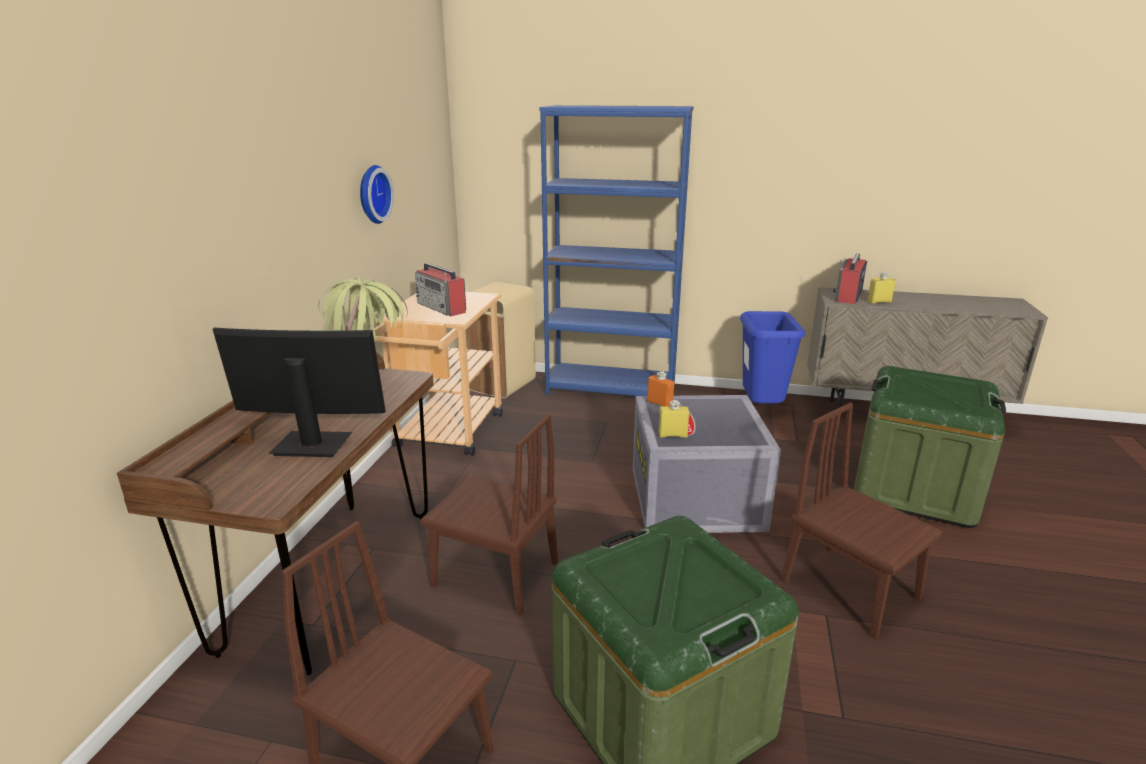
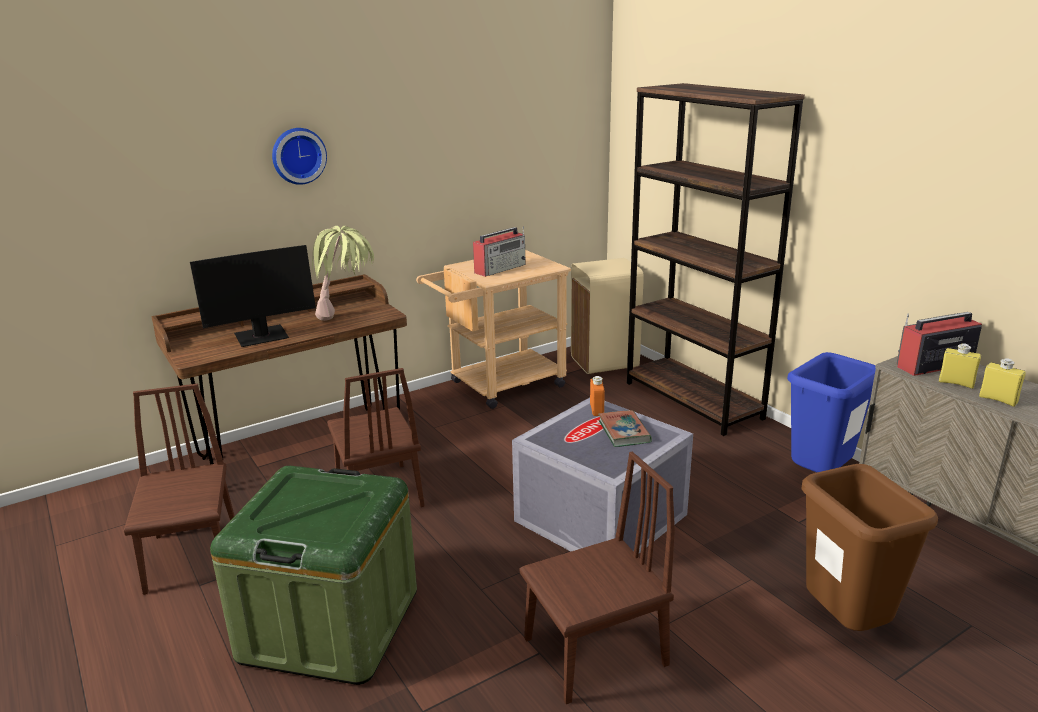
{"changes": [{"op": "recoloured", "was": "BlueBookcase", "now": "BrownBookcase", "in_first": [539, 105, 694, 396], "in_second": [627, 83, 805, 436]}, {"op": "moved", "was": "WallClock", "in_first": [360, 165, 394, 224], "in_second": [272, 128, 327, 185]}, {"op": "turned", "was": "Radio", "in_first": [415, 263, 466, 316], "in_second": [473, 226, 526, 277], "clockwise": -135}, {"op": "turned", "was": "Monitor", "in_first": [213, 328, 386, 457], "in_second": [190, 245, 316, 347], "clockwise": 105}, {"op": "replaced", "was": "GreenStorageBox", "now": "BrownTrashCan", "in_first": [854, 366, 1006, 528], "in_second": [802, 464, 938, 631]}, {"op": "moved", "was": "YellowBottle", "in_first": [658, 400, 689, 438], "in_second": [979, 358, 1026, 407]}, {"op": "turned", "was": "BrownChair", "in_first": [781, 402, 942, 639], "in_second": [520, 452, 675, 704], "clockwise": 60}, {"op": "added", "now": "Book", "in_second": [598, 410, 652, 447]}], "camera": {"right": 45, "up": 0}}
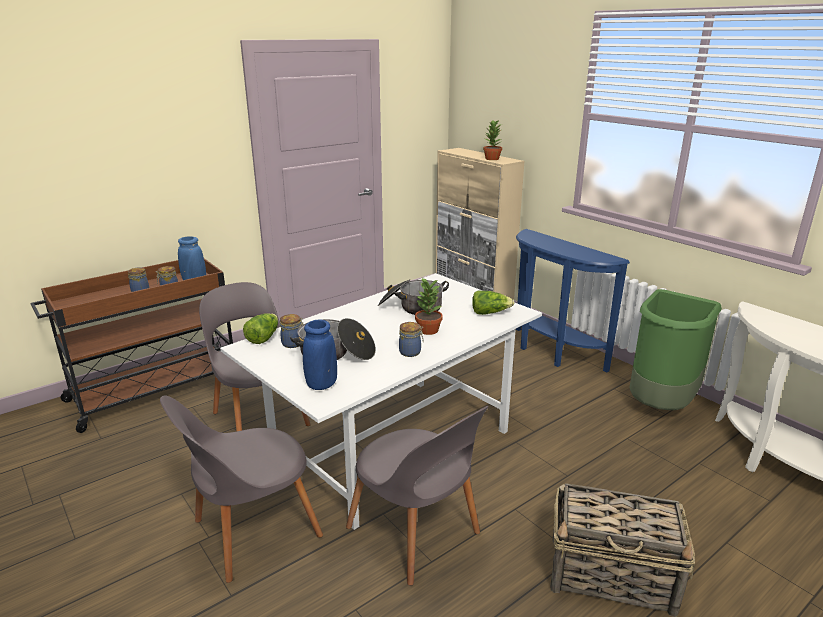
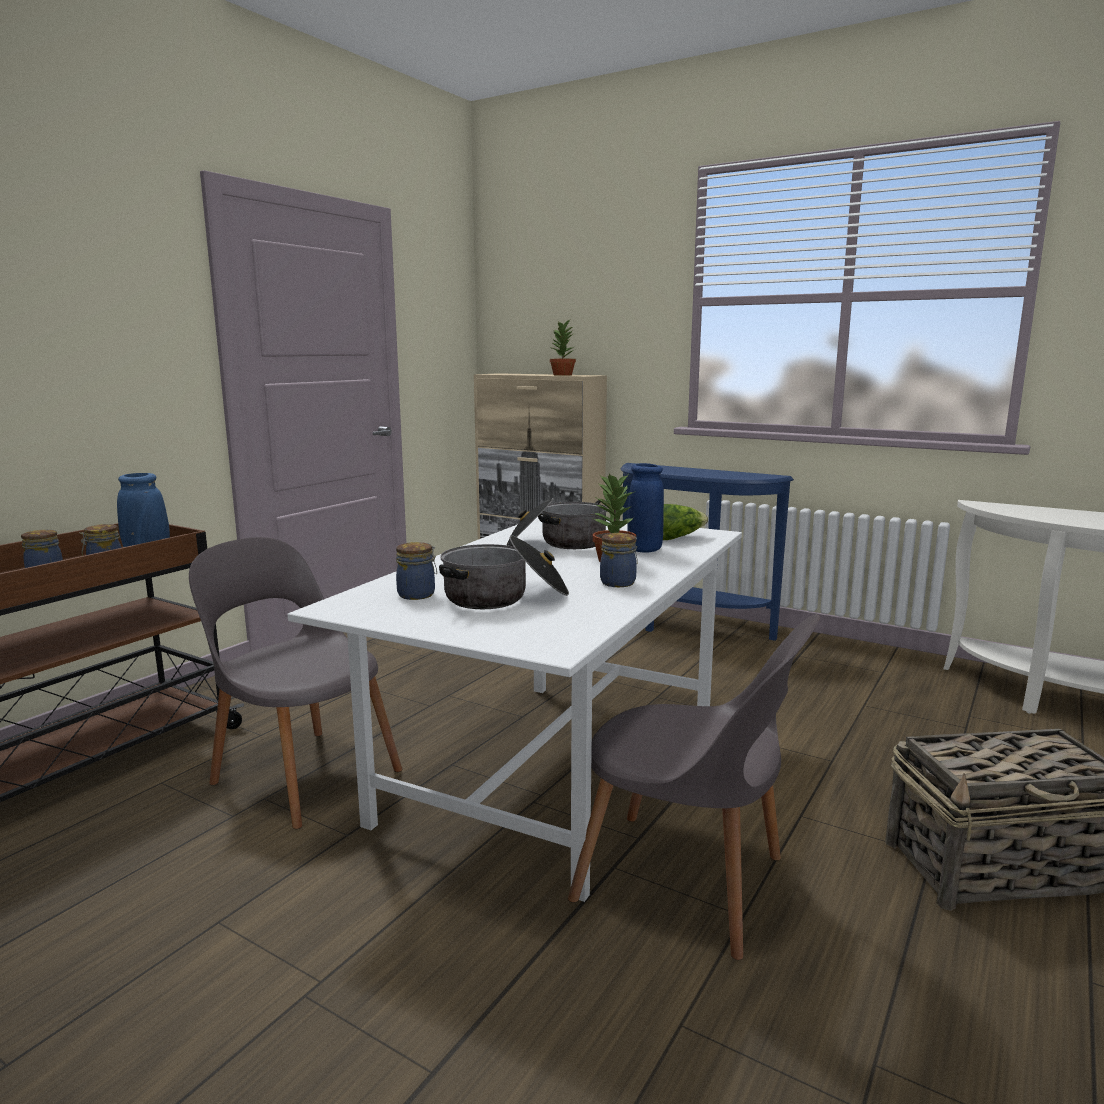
{"changes": [{"op": "removed", "was": "GreenTrashCan", "in_first": [629, 289, 722, 410]}, {"op": "removed", "was": "Lettuce", "in_first": [243, 313, 278, 344]}, {"op": "moved", "was": "BlueVase", "in_first": [303, 319, 337, 390], "in_second": [627, 463, 664, 553]}, {"op": "removed", "was": "GreyChair", "in_first": [160, 395, 323, 583]}], "camera": {"right": -20, "up": -10}}
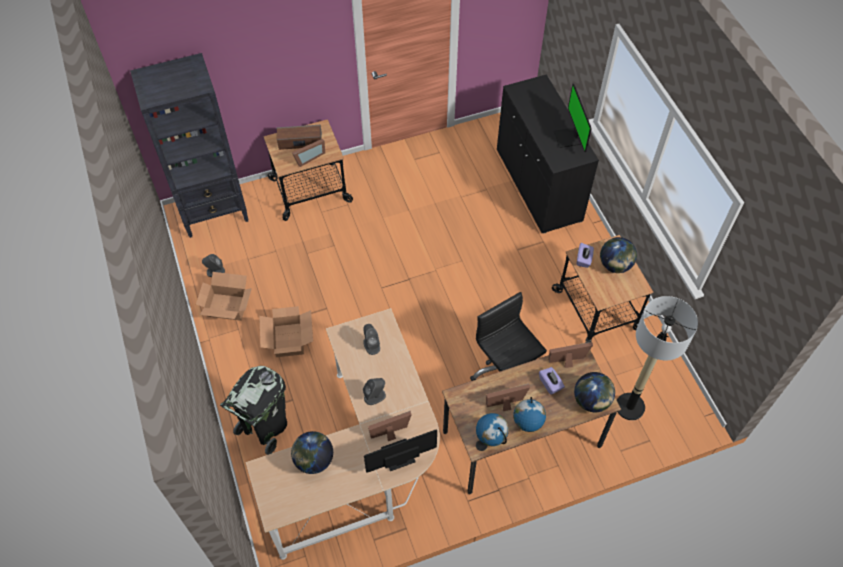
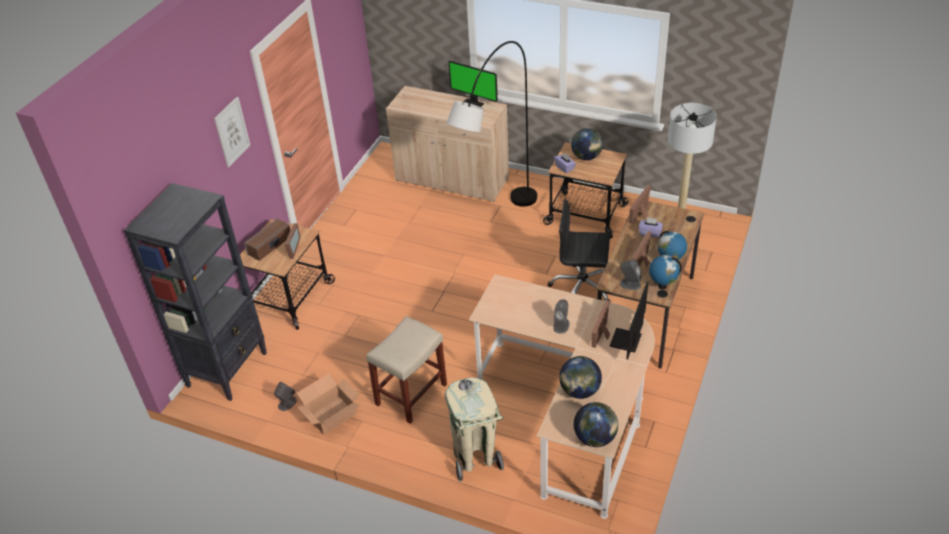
{"changes": [{"op": "recoloured", "was": "BlackCabinet", "now": "BeigeCabinet", "in_first": [497, 74, 599, 234], "in_second": [386, 86, 509, 202]}, {"op": "replaced", "was": "CardboardBox", "now": "BeigeStool", "in_first": [259, 306, 313, 357], "in_second": [366, 316, 447, 424]}, {"op": "moved", "was": "GreySpeaker", "in_first": [363, 324, 380, 355], "in_second": [620, 260, 642, 290]}, {"op": "recoloured", "was": "BlackTrashCan", "now": "BeigeTrashCan", "in_first": [220, 366, 287, 455], "in_second": [445, 377, 504, 482]}, {"op": "moved", "was": "Globe", "in_first": [574, 372, 615, 412], "in_second": [574, 402, 618, 447]}, {"op": "added", "now": "GreyFloorLamp", "in_second": [446, 41, 537, 207]}, {"op": "added", "now": "Picture", "in_second": [214, 97, 250, 167]}], "camera": {"right": -45, "up": -15}}
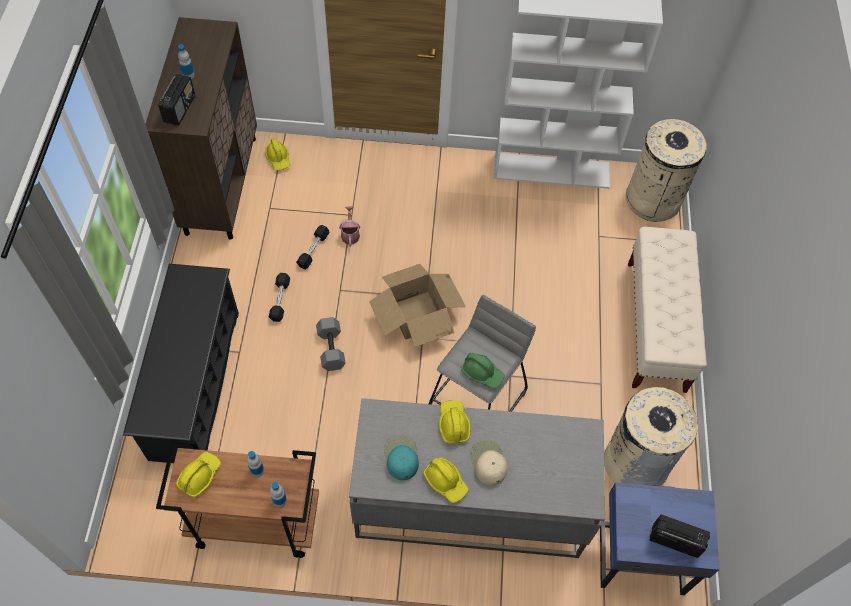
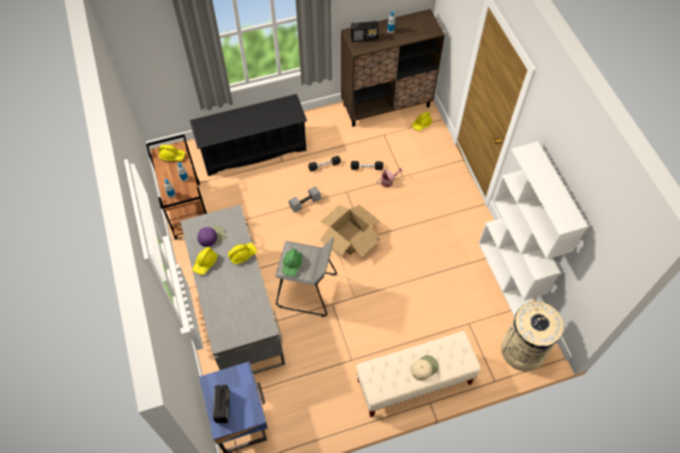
{"changes": [{"op": "removed", "was": "BeigeTrashCan", "in_first": [604, 387, 698, 486]}, {"op": "recoloured", "was": "TurquoiseCap", "now": "PurpleCap", "in_first": [384, 436, 419, 480], "in_second": [197, 226, 226, 247]}, {"op": "moved", "was": "BeigeCap", "in_first": [470, 441, 508, 485], "in_second": [411, 355, 439, 381]}], "camera": {"right": 70, "up": 0}}
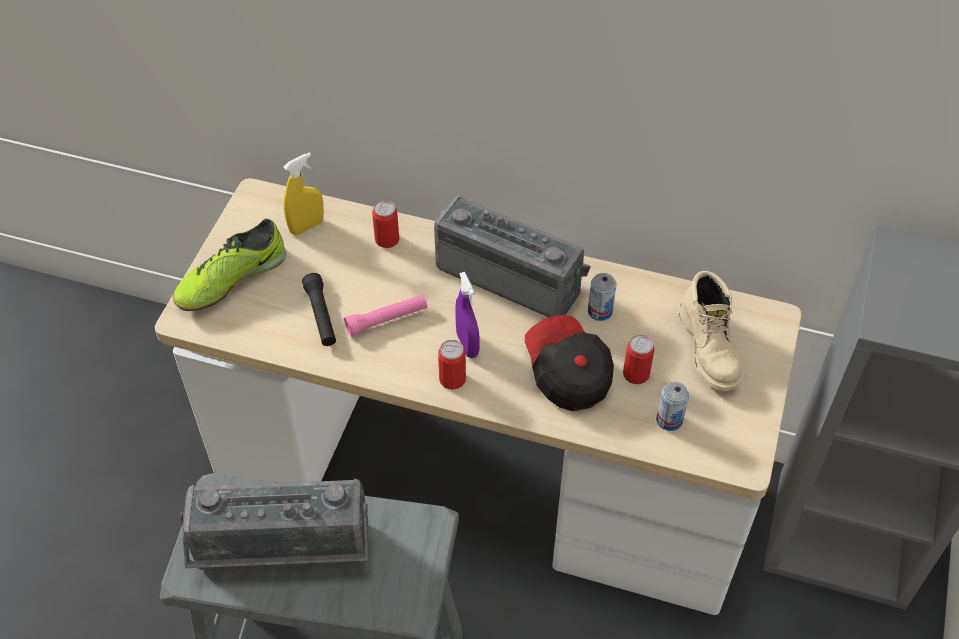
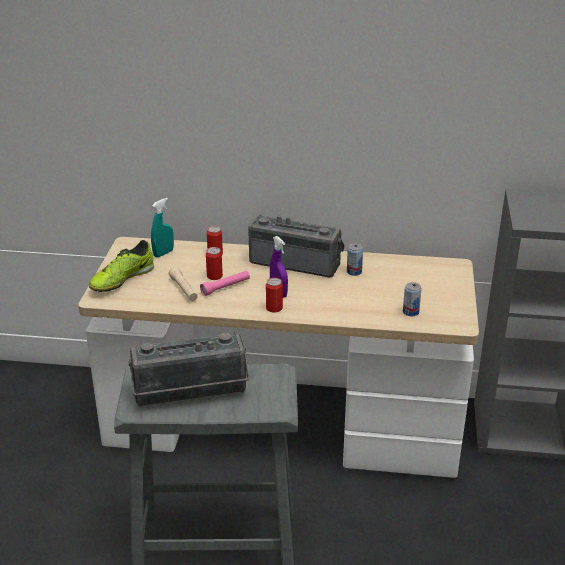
{"changes": [{"op": "recoloured", "was": "YellowSprayBottle", "now": "TurquoiseSprayBottle", "in_first": [283, 152, 324, 235], "in_second": [151, 198, 174, 257]}, {"op": "removed", "was": "BeigeBoot", "in_first": [679, 271, 742, 391]}, {"op": "recoloured", "was": "BlackFlashlight", "now": "BeigeFlashlight", "in_first": [302, 273, 336, 346], "in_second": [169, 267, 198, 301]}, {"op": "removed", "was": "Cap", "in_first": [525, 315, 614, 411]}, {"op": "moved", "was": "Can", "in_first": [623, 335, 655, 384], "in_second": [206, 247, 223, 280]}], "camera": {"right": -10, "up": -20}}
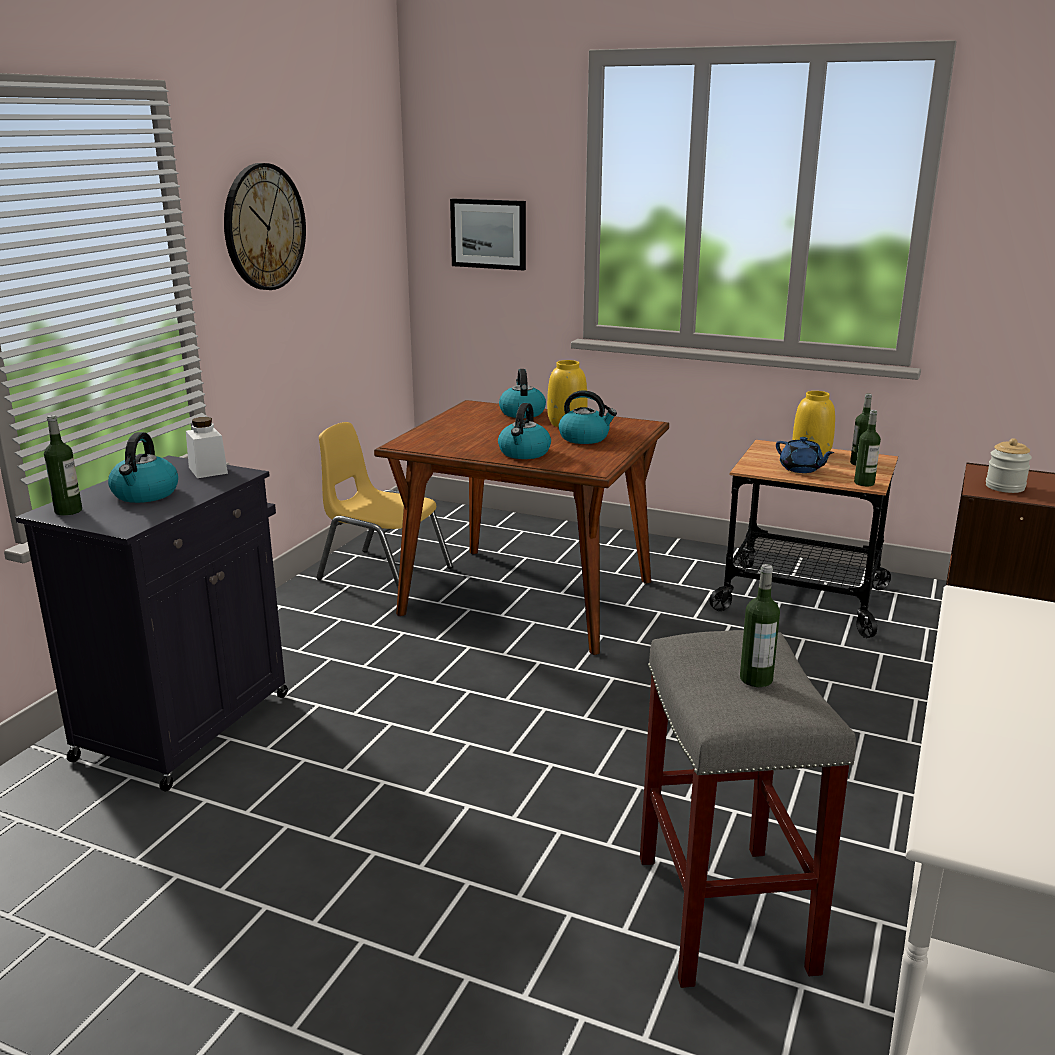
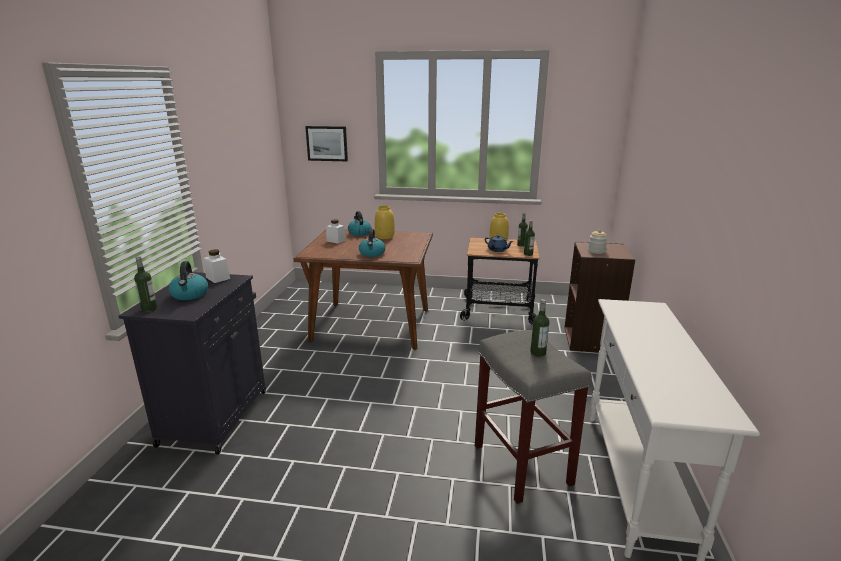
{"changes": [{"op": "removed", "was": "WallClock", "in_first": [224, 163, 306, 290]}, {"op": "removed", "was": "Kettle", "in_first": [558, 391, 617, 444]}, {"op": "removed", "was": "YellowChair", "in_first": [316, 422, 453, 589]}, {"op": "added", "now": "WhiteJar", "in_second": [326, 219, 346, 244]}], "camera": {"right": -15, "up": 0}}
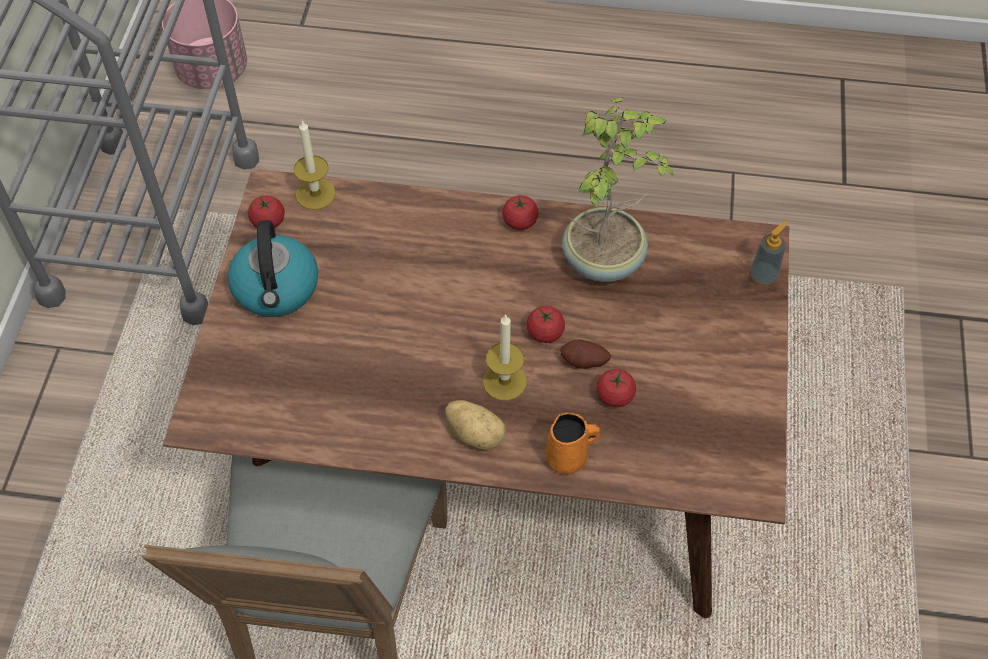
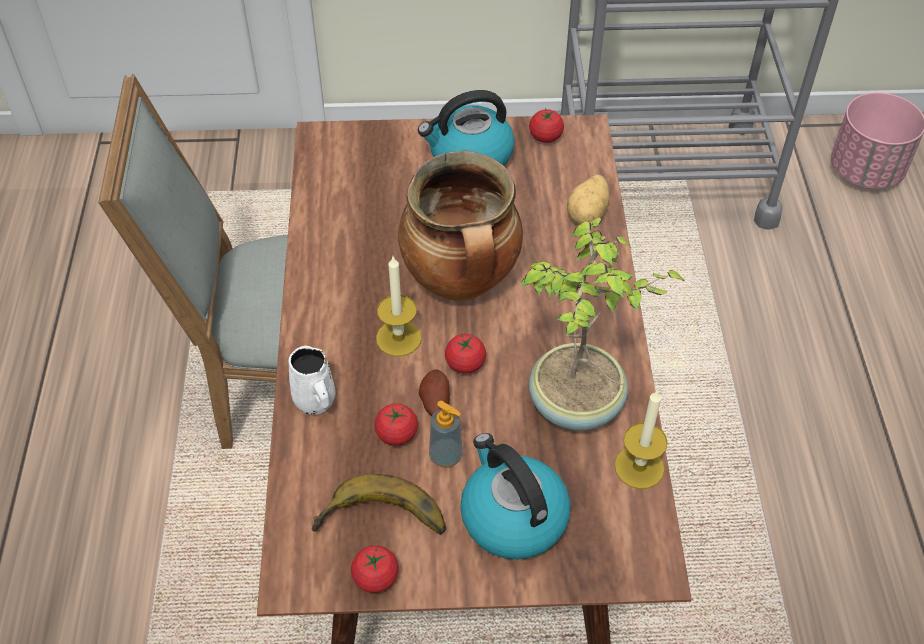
{"changes": [{"op": "moved", "was": "Candle", "in_first": [293, 120, 336, 210], "in_second": [614, 389, 668, 489]}, {"op": "moved", "was": "Tomato", "in_first": [502, 195, 538, 230], "in_second": [351, 545, 399, 593]}, {"op": "moved", "was": "SoapDispenser", "in_first": [750, 221, 788, 286], "in_second": [429, 401, 463, 468]}, {"op": "moved", "was": "Potato", "in_first": [445, 400, 506, 450], "in_second": [567, 175, 609, 224]}, {"op": "recoloured", "was": "OrangeMug", "now": "WhiteMug", "in_first": [546, 412, 600, 474], "in_second": [288, 346, 335, 415]}, {"op": "added", "now": "CookingPot", "in_second": [398, 151, 523, 301]}, {"op": "added", "now": "Kettle", "in_second": [460, 433, 571, 560]}, {"op": "added", "now": "Banana", "in_second": [312, 474, 446, 535]}], "camera": {"right": 80, "up": -5}}
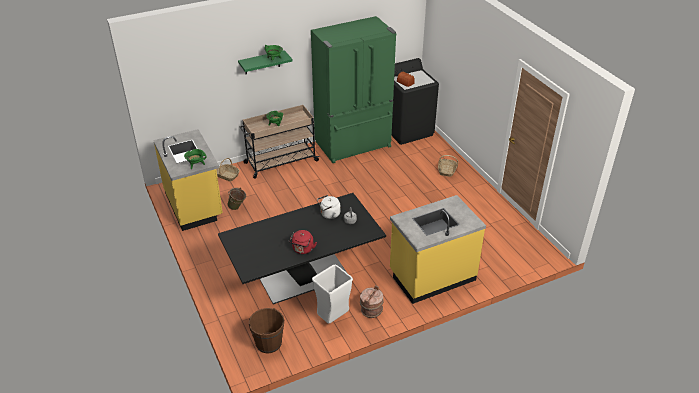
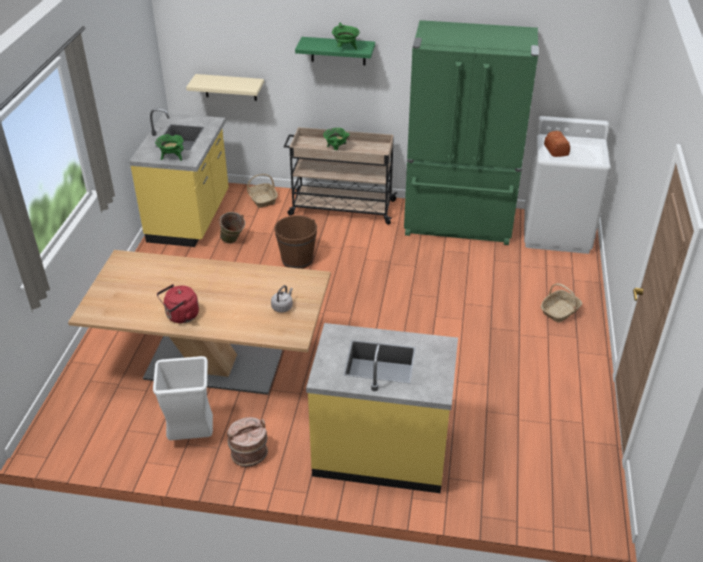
{"changes": [{"op": "recoloured", "was": "BlackWashingMachine", "now": "WhiteWashingMachine", "in_first": [392, 58, 439, 145], "in_second": [524, 116, 611, 254]}, {"op": "recoloured", "was": "BlackDiningTable", "now": "BeigeDiningTable", "in_first": [218, 193, 386, 304], "in_second": [68, 250, 331, 395]}, {"op": "removed", "was": "WhiteKettle", "in_first": [317, 195, 341, 219]}, {"op": "moved", "was": "BrownBucket", "in_first": [249, 308, 284, 354], "in_second": [274, 215, 317, 269]}, {"op": "added", "now": "BeigeShelf", "in_second": [186, 74, 264, 101]}], "camera": {"right": 35, "up": 0}}
